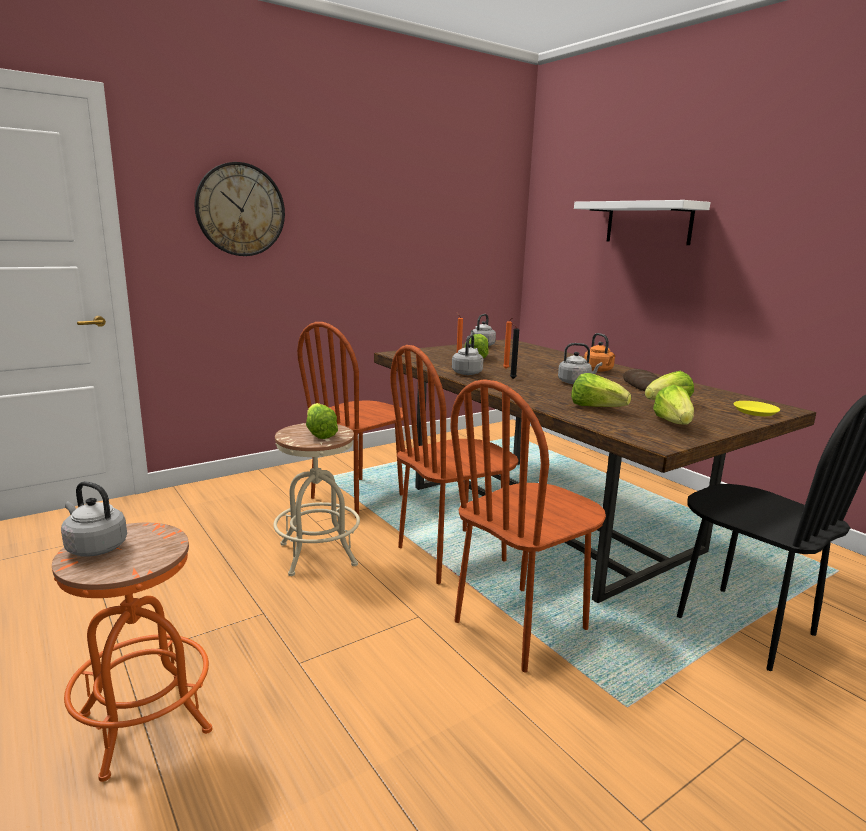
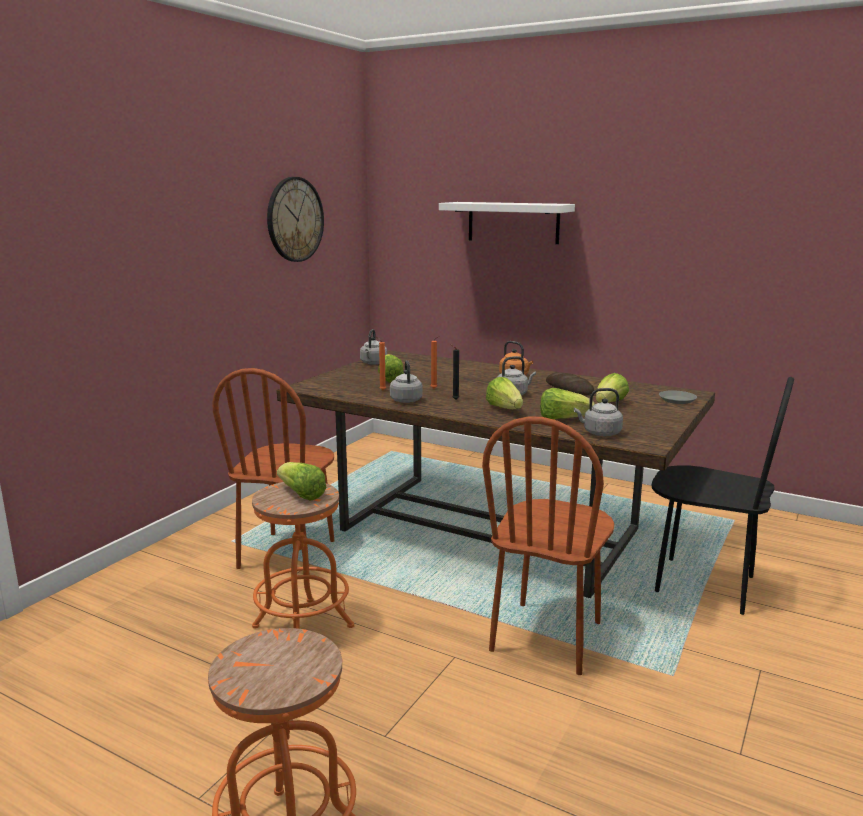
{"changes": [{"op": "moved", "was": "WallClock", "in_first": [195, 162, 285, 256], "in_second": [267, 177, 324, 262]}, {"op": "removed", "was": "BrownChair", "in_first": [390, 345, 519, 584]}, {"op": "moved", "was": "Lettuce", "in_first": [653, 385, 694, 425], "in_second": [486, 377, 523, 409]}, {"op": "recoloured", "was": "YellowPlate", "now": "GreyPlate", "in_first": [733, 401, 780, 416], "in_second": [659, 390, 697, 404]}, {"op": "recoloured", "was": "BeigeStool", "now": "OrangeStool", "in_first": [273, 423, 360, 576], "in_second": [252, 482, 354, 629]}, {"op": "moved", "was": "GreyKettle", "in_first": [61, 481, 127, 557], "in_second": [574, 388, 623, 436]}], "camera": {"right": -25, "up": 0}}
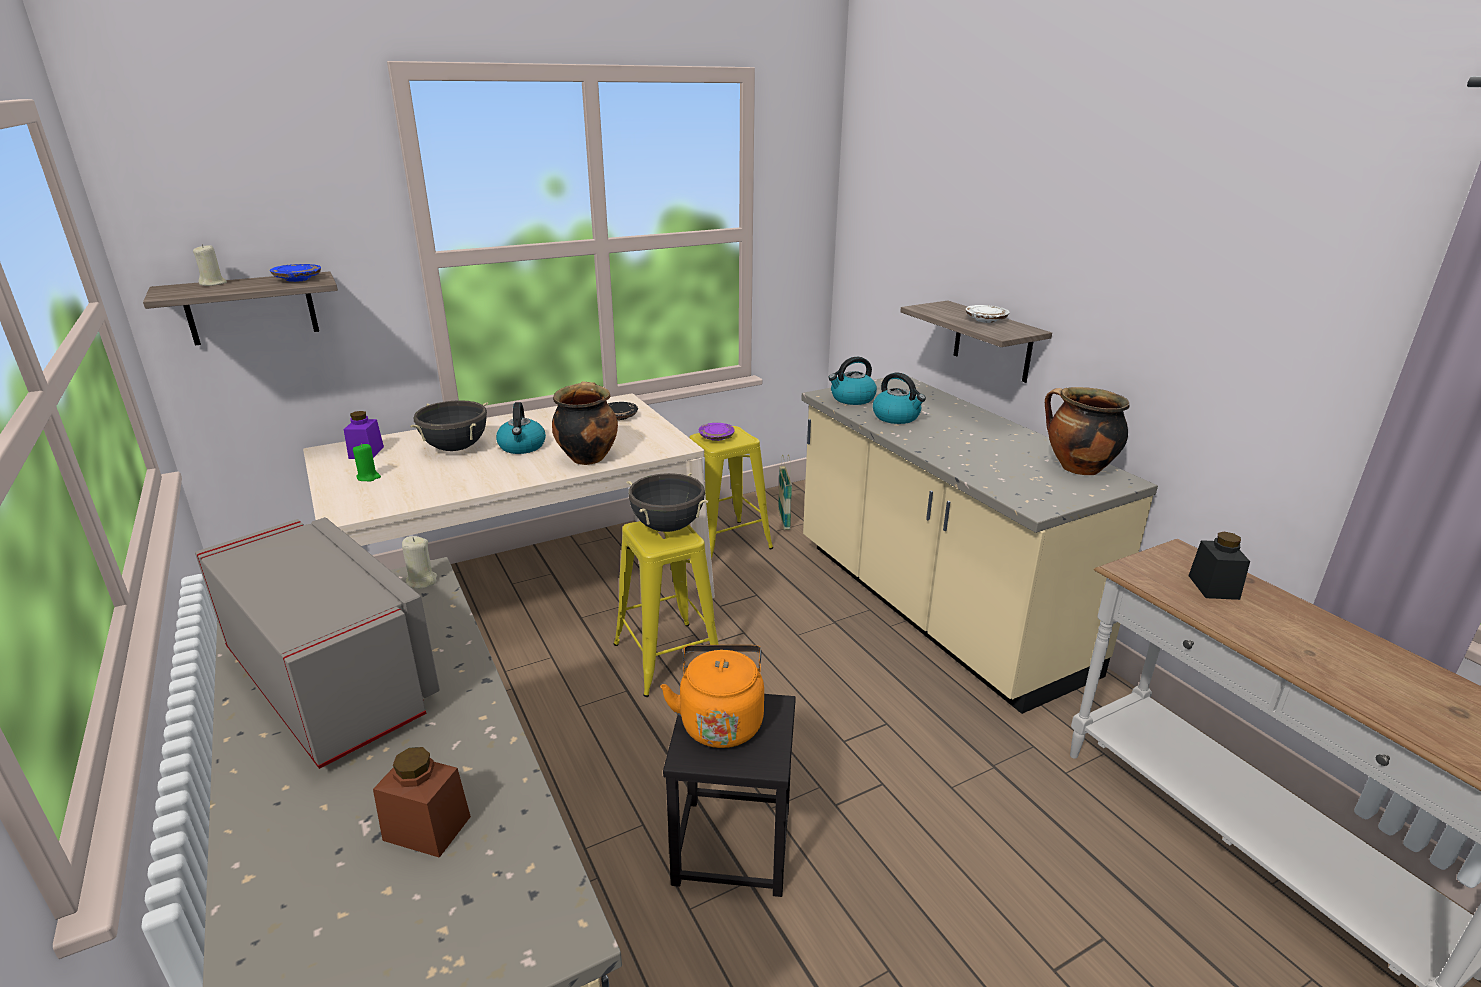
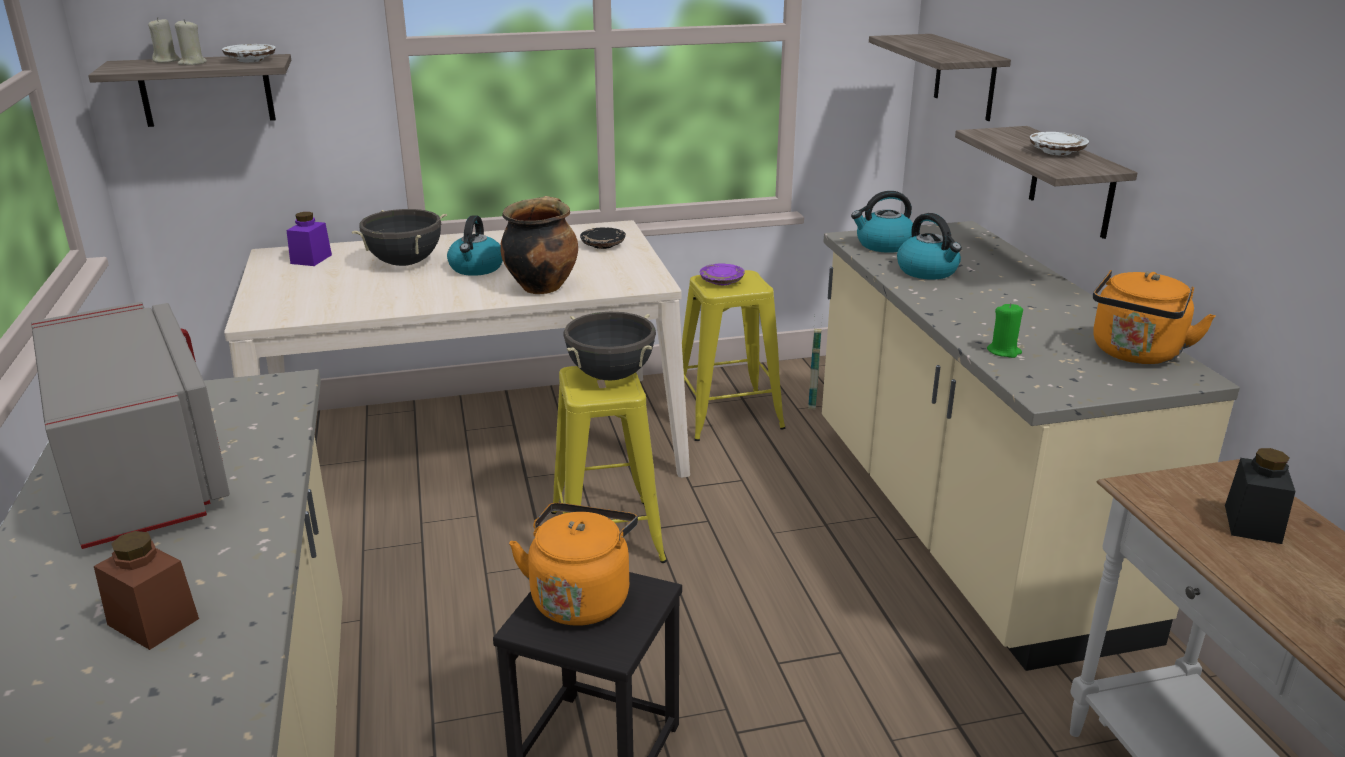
{"changes": [{"op": "recoloured", "was": "BluePlate", "now": "WhitePlate", "in_first": [270, 264, 321, 282], "in_second": [222, 44, 276, 62]}, {"op": "replaced", "was": "CookingPot", "now": "OrangeKettle", "in_first": [1045, 387, 1130, 475], "in_second": [1093, 270, 1216, 364]}, {"op": "moved", "was": "GreenCandle", "in_first": [353, 443, 381, 482], "in_second": [987, 303, 1023, 358]}, {"op": "moved", "was": "BeigeCandle", "in_first": [402, 536, 437, 589], "in_second": [175, 19, 207, 65]}, {"op": "added", "now": "Shelf", "in_second": [869, 34, 1011, 121]}], "camera": {"right": 15, "up": 0}}
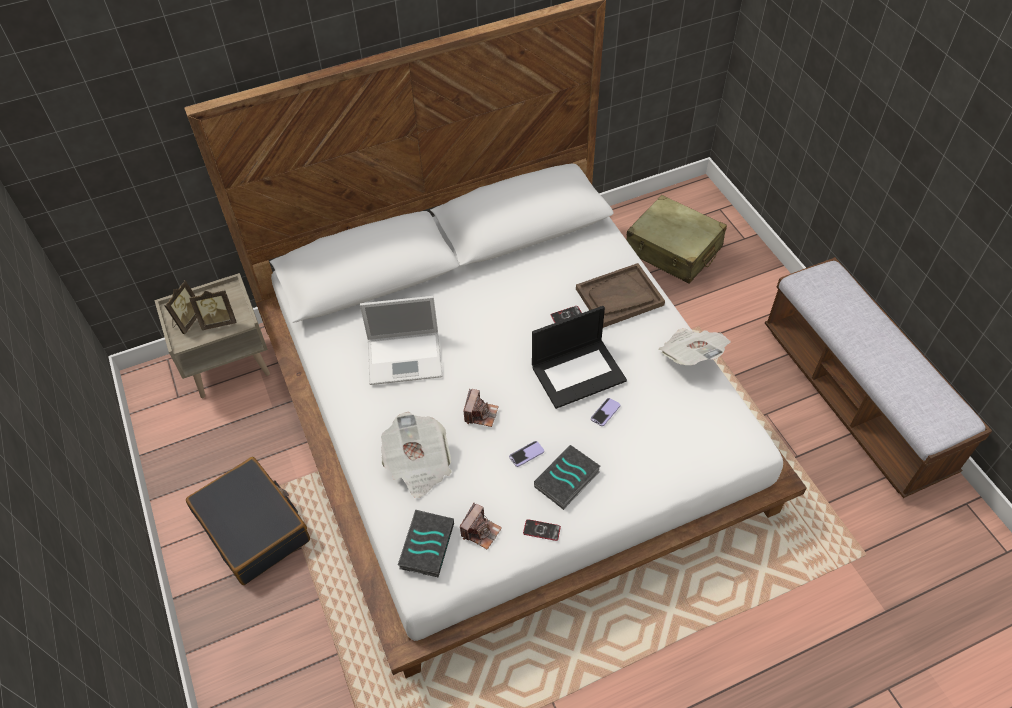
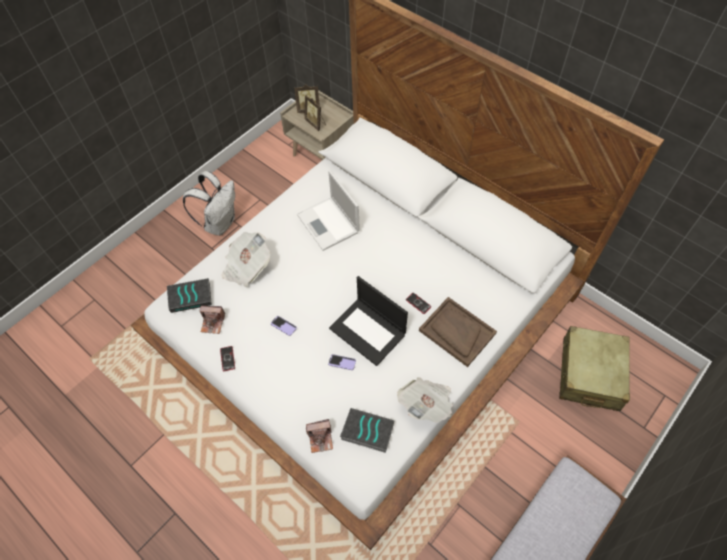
{"changes": [{"op": "moved", "was": "PhotoCamera", "in_first": [464, 389, 499, 427], "in_second": [306, 419, 333, 453]}, {"op": "moved", "was": "Book", "in_first": [534, 445, 601, 510], "in_second": [340, 408, 394, 453]}, {"op": "replaced", "was": "BlackSuitcase", "now": "WhiteBackpack", "in_first": [186, 457, 310, 585], "in_second": [183, 171, 235, 236]}], "camera": {"right": 65, "up": 5}}
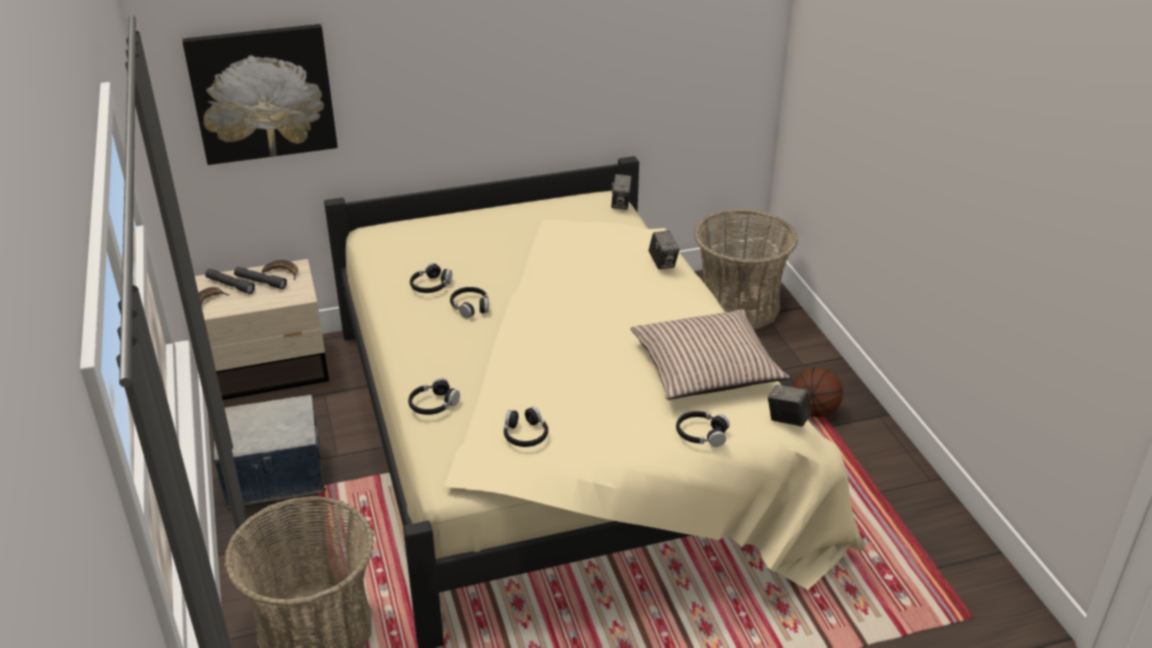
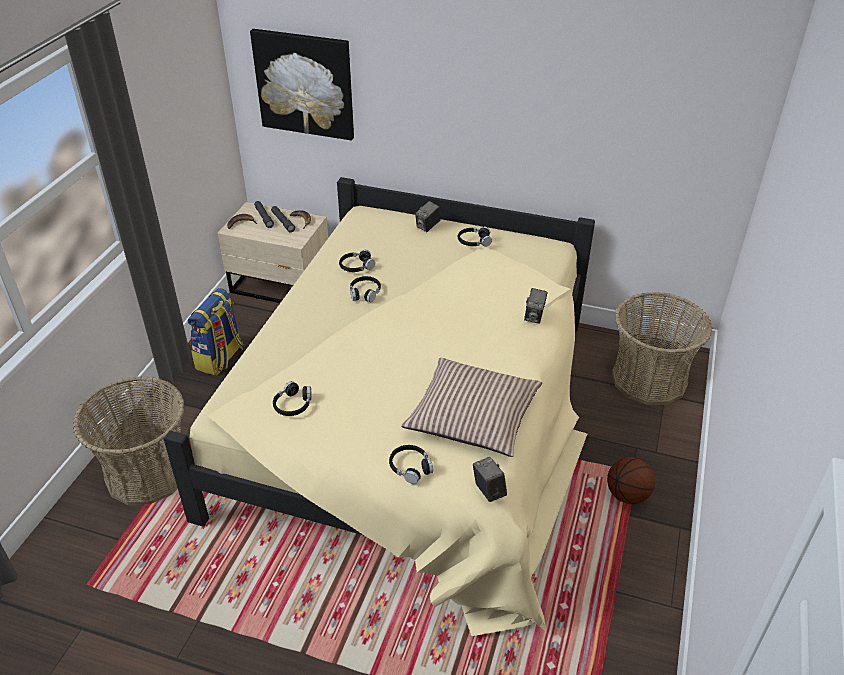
{"changes": [{"op": "moved", "was": "PhotoCamera", "in_first": [611, 174, 632, 210], "in_second": [415, 201, 441, 232]}, {"op": "moved", "was": "BlackHeadphones", "in_first": [408, 378, 460, 415], "in_second": [458, 227, 492, 247]}, {"op": "replaced", "was": "StorageBox", "now": "Backpack", "in_first": [213, 395, 326, 508], "in_second": [188, 288, 243, 376]}], "camera": {"right": 35, "up": 5}}
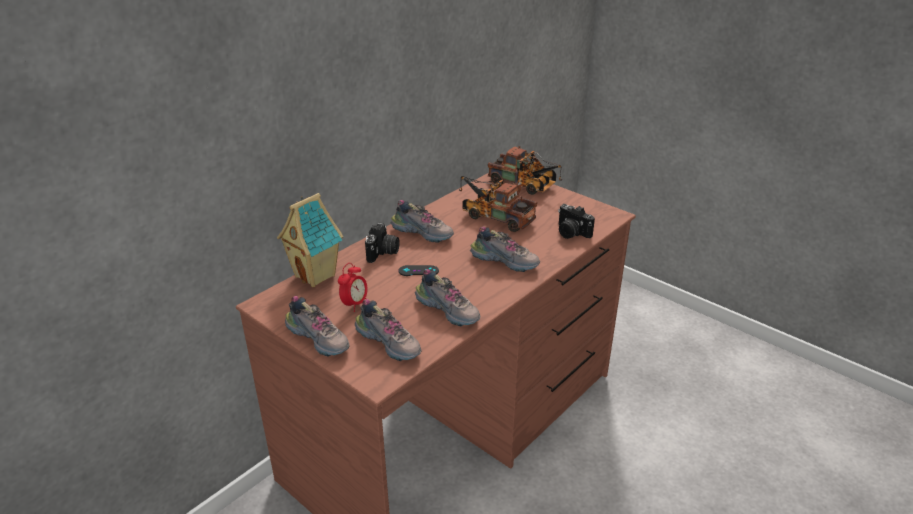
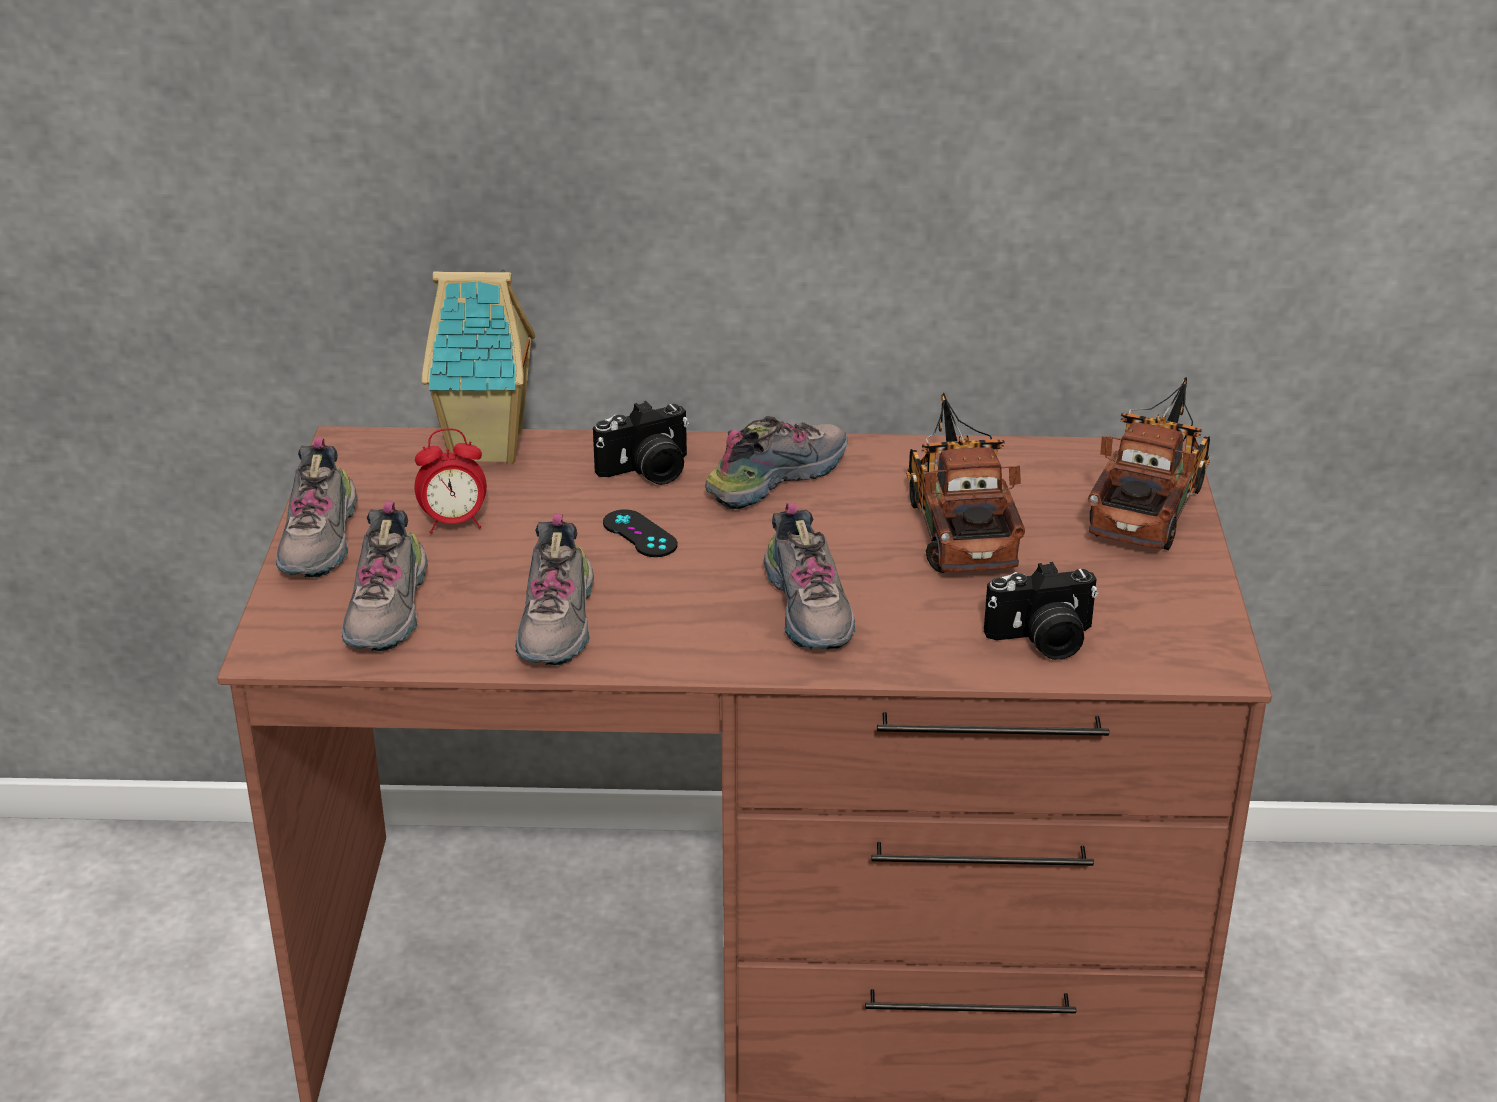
{"changes": [{"op": "turned", "was": "ToyTruck", "in_first": [488, 146, 562, 195], "in_second": [1088, 377, 1210, 550], "clockwise": -150}, {"op": "turned", "was": "Shoe", "in_first": [391, 200, 454, 243], "in_second": [705, 416, 848, 509], "clockwise": -120}, {"op": "turned", "was": "PhotoCamera", "in_first": [558, 204, 595, 239], "in_second": [984, 562, 1098, 660], "clockwise": -105}], "camera": {"right": 50, "up": 0}}
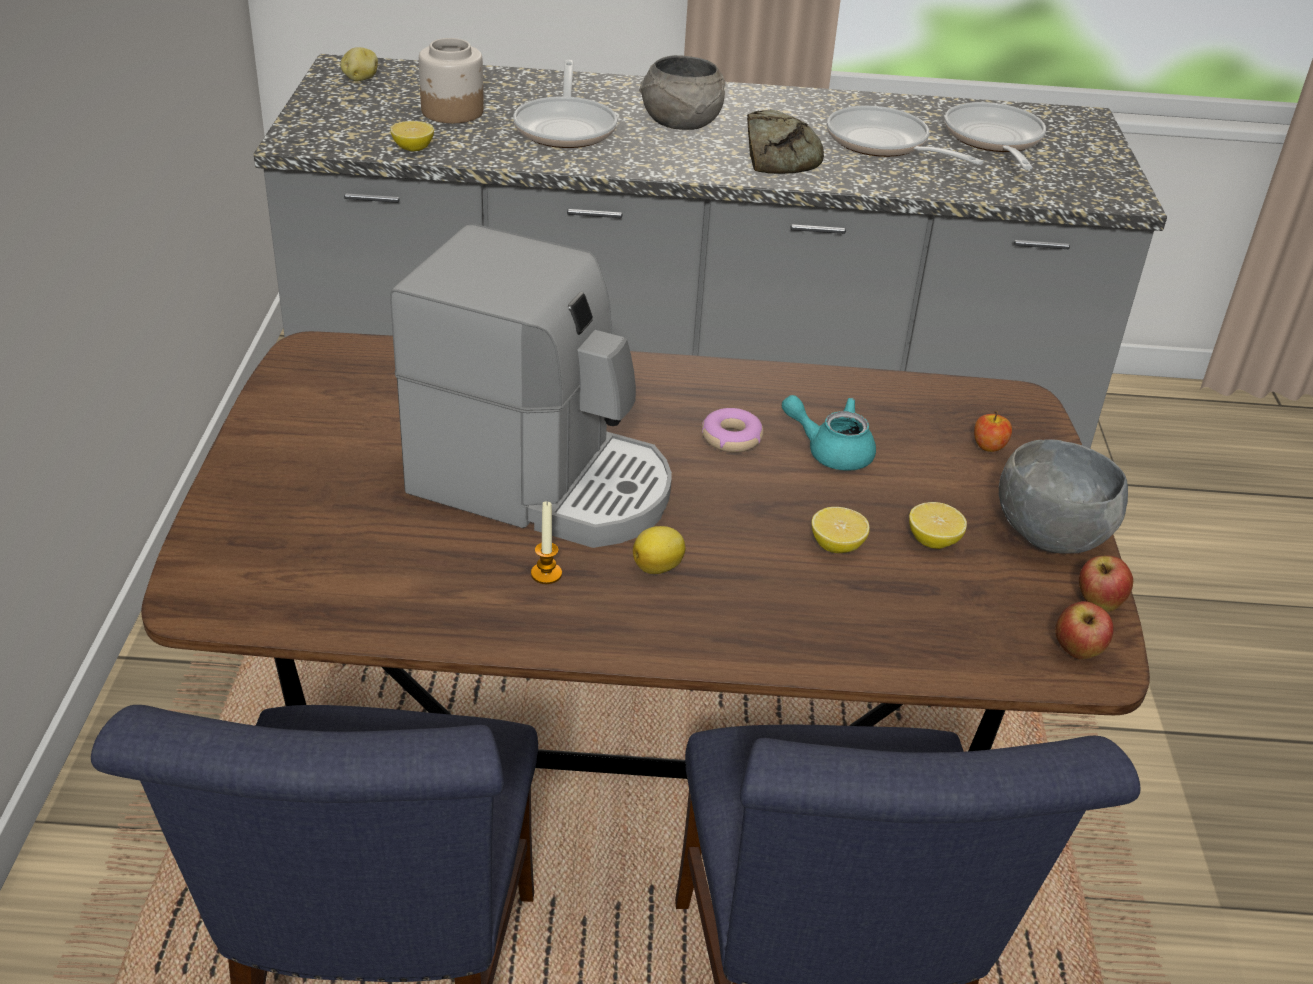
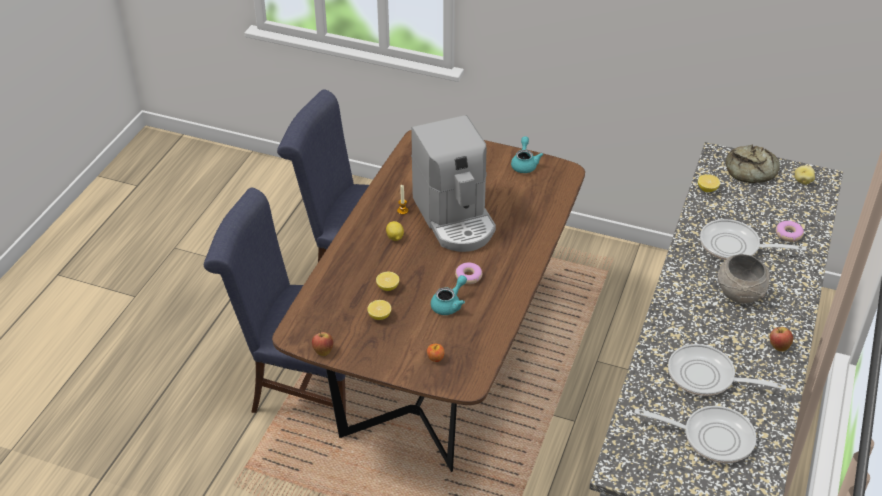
{"changes": [{"op": "removed", "was": "Jar", "in_first": [419, 38, 484, 123]}, {"op": "turned", "was": "FryingPan", "in_first": [827, 106, 983, 165], "in_second": [668, 344, 786, 396], "clockwise": -135}, {"op": "moved", "was": "Bread", "in_first": [747, 110, 824, 174], "in_second": [725, 145, 780, 183]}, {"op": "turned", "was": "CoffeeMachine", "in_first": [390, 223, 672, 548], "in_second": [411, 115, 496, 252], "clockwise": -60}, {"op": "removed", "was": "GreyBowl", "in_first": [999, 439, 1128, 554]}, {"op": "moved", "was": "Apple", "in_first": [1055, 601, 1113, 659], "in_second": [770, 327, 793, 351]}, {"op": "added", "now": "TurquoiseTeapot", "in_second": [511, 136, 543, 173]}, {"op": "added", "now": "Donut", "in_second": [776, 221, 804, 242]}], "camera": {"right": 110, "up": 5}}
